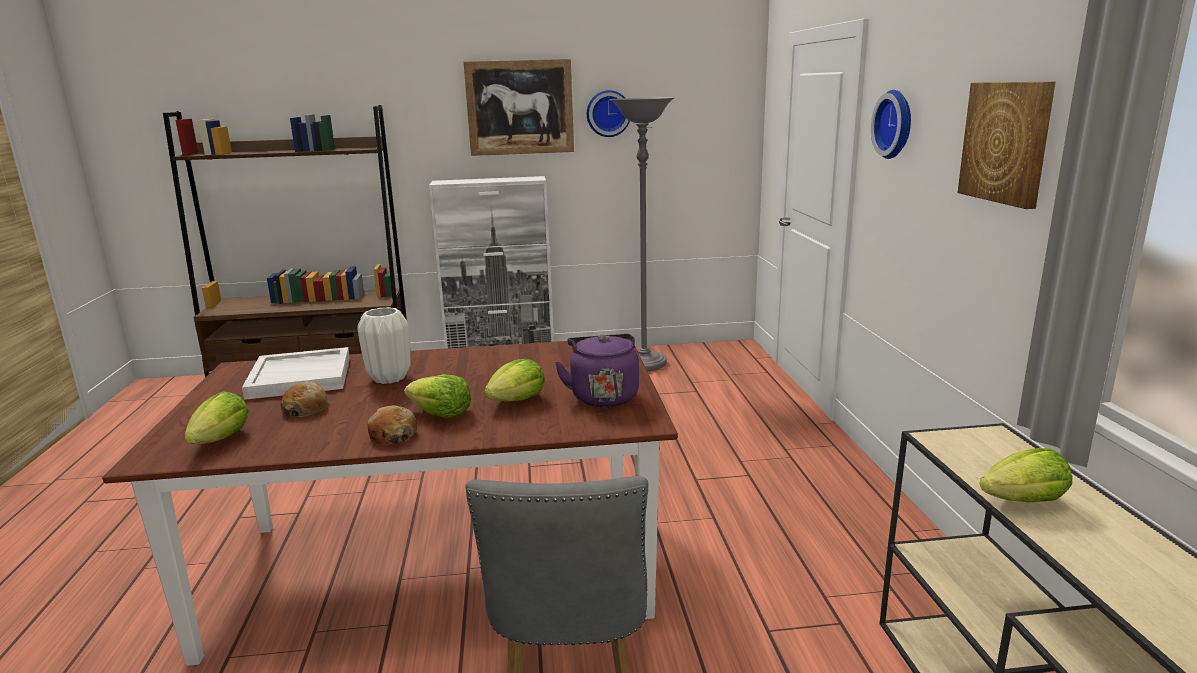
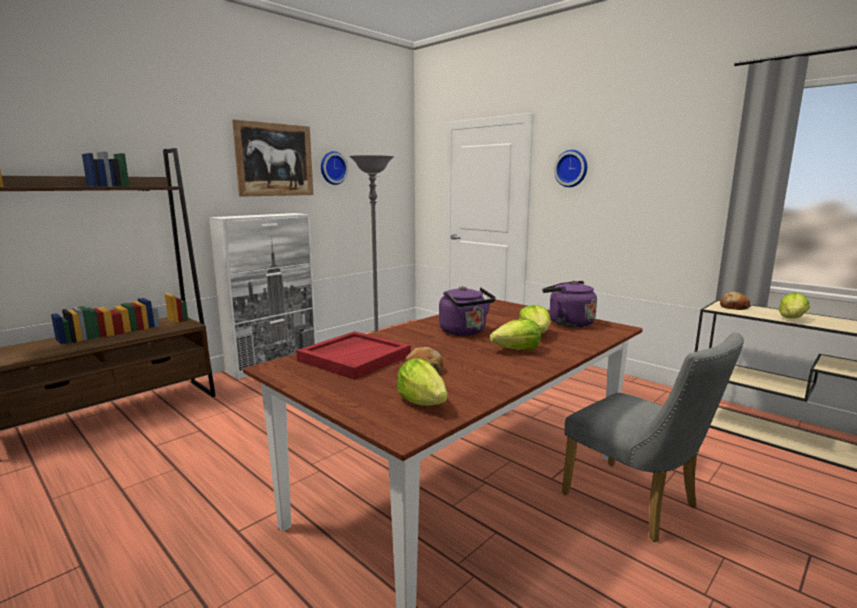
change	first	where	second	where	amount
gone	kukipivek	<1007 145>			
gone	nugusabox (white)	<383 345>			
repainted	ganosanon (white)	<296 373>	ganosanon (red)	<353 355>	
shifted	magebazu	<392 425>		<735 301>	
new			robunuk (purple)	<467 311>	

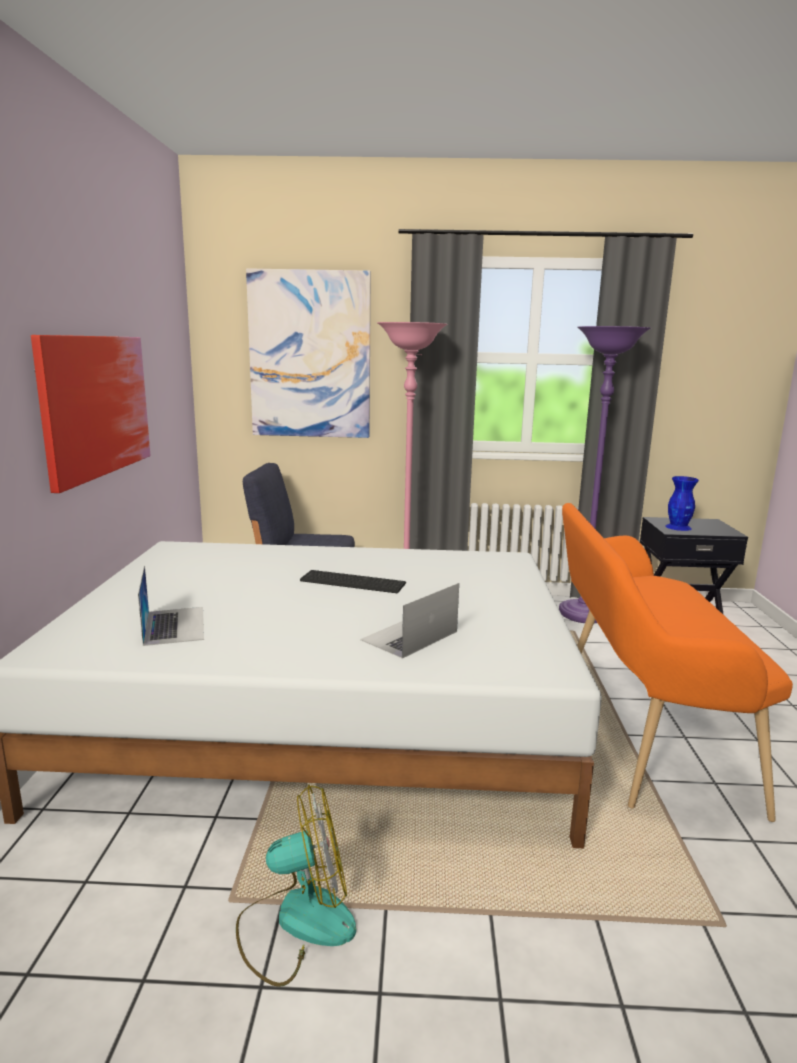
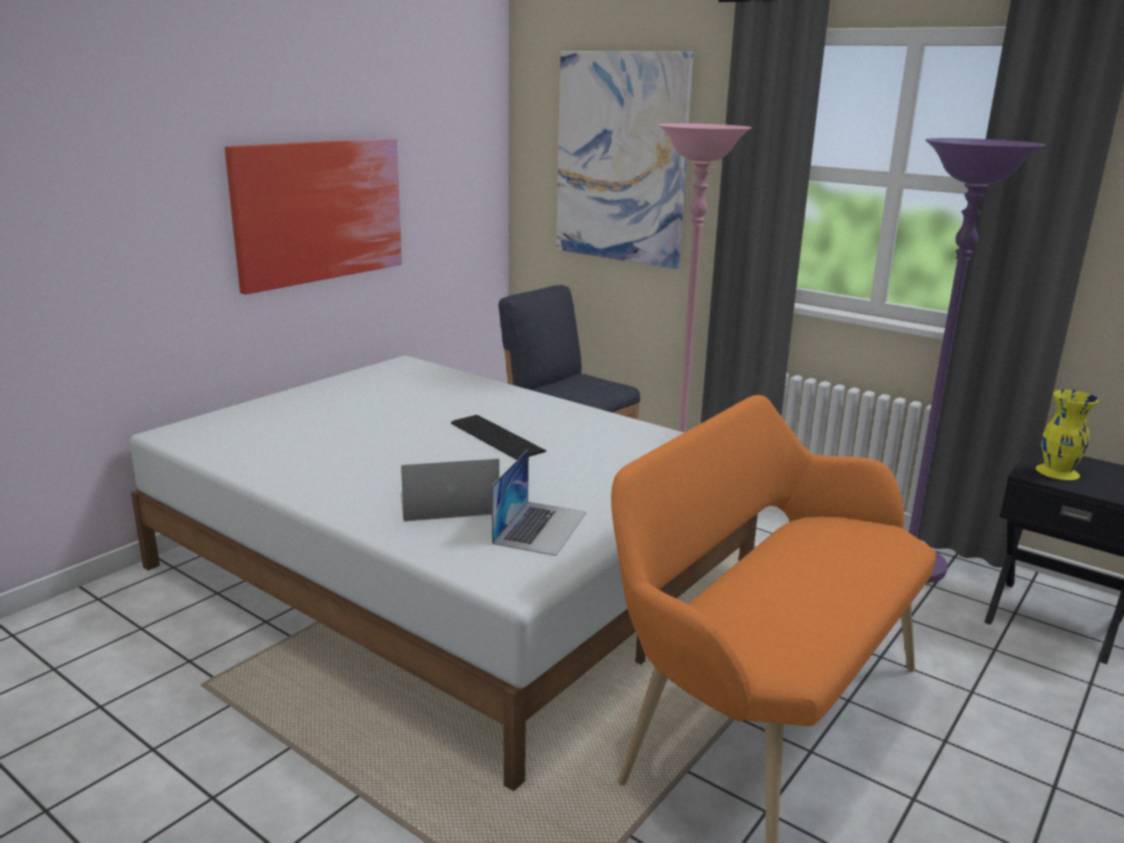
change	first	where	second	where	amount
repainted	nugusabox (blue)	<682 503>	nugusabox (yellow)	<1067 434>	
shifted	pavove	<171 606>		<539 502>	
gone	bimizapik	<296 886>			

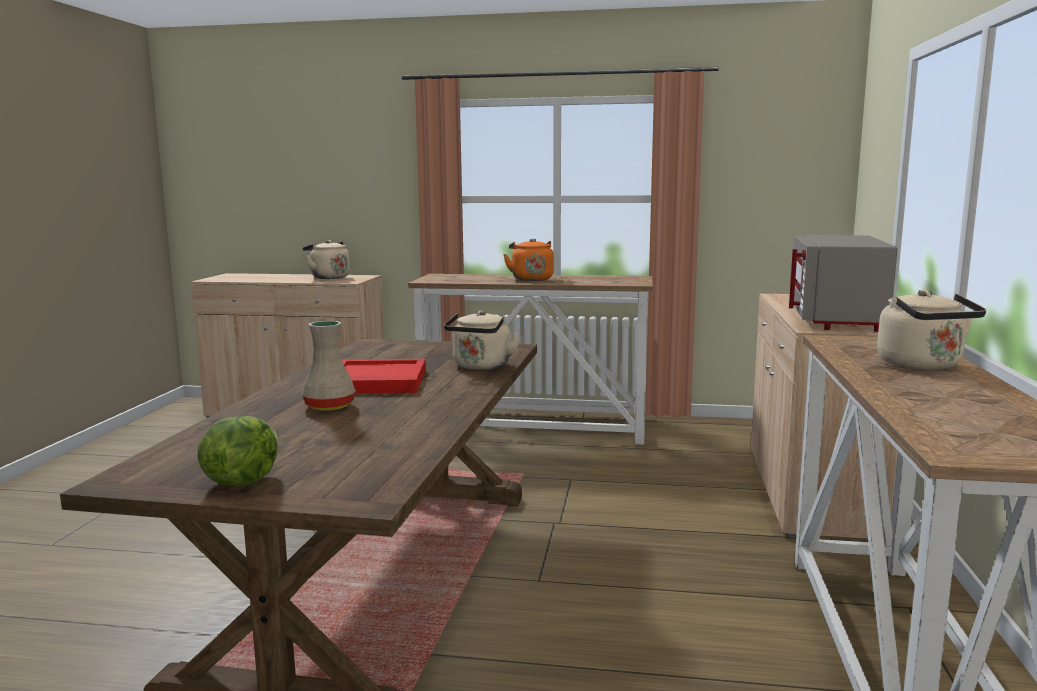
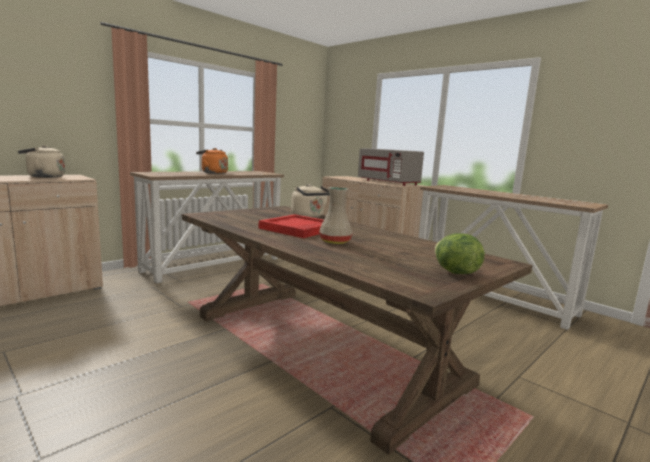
change	first	where	second	where	amount
gone	robunuk (beige)	<931 330>			

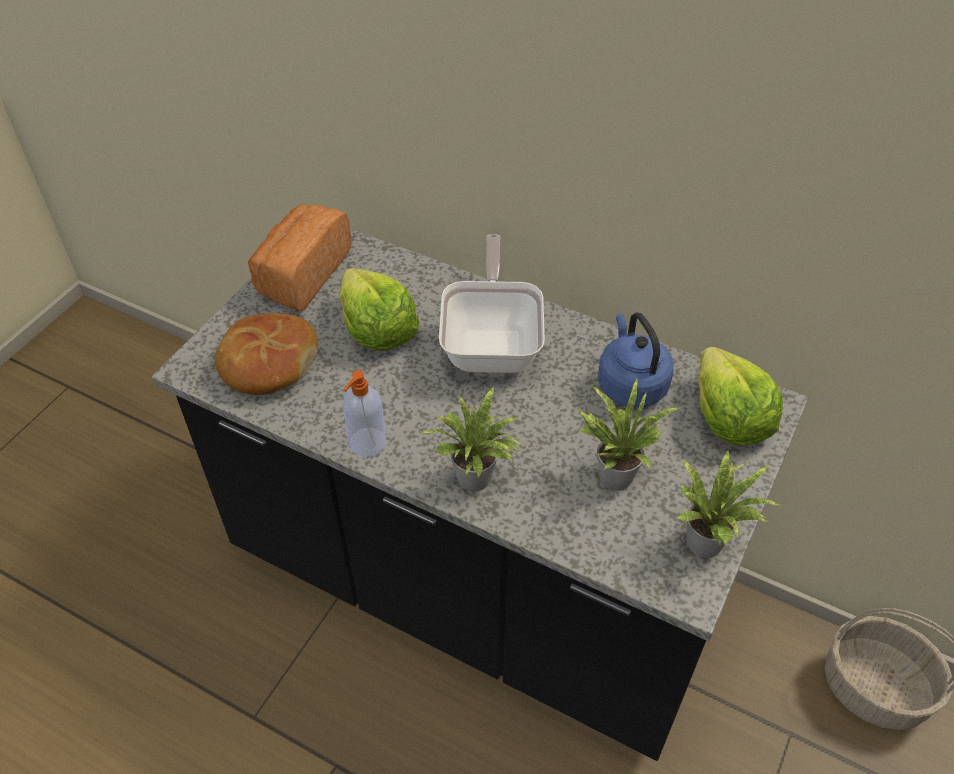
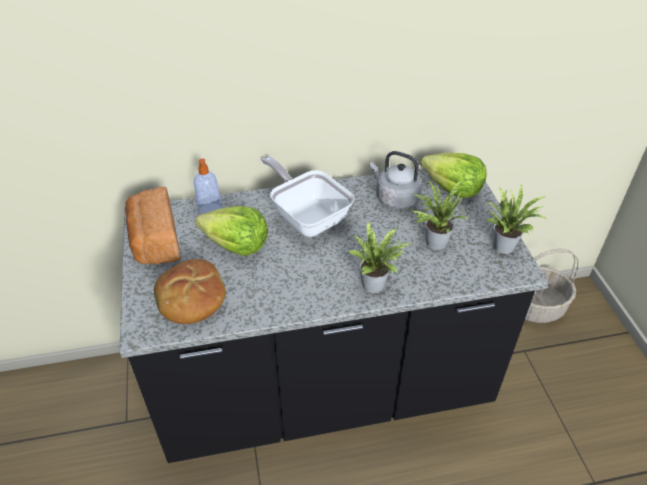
change	first	where	second	where	amount
repainted	robunuk (blue)	<636 360>	robunuk (grey)	<396 180>	
shifted	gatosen	<364 413>		<207 186>	

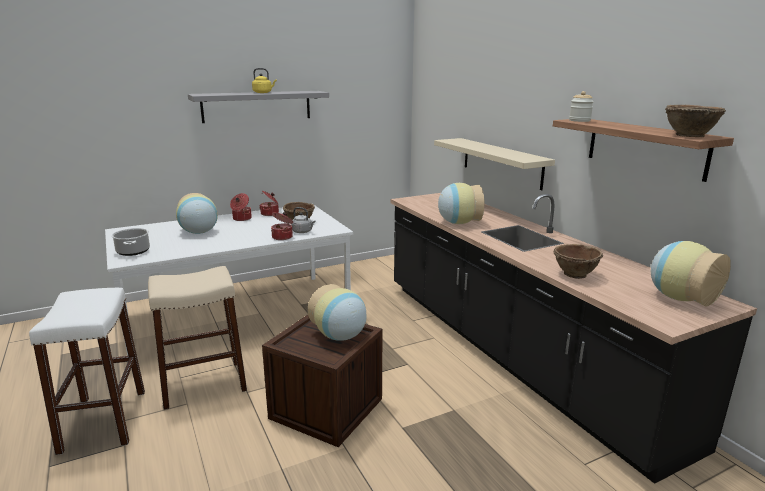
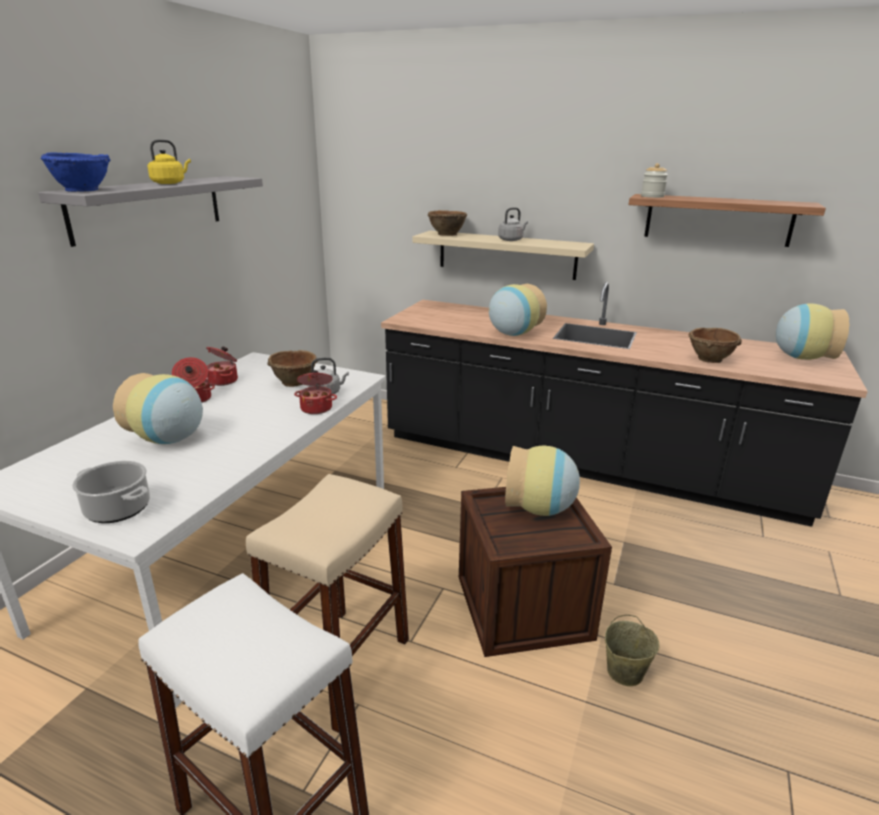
change	first	where	second	where	amount
shifted	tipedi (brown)	<695 121>		<447 223>	
new			tipedi (blue)	<75 172>	
new			robunuk (grey)	<513 224>	
new			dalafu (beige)	<632 650>	

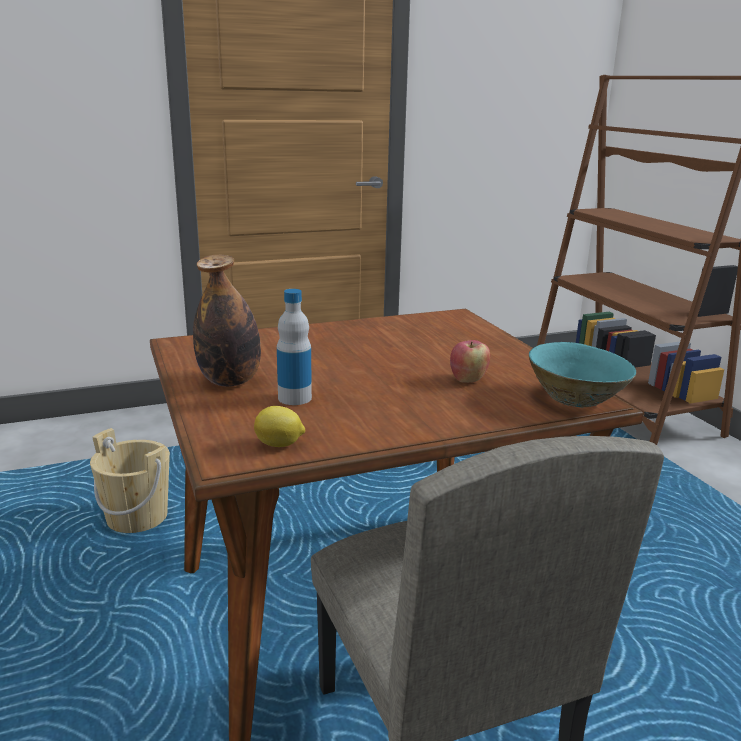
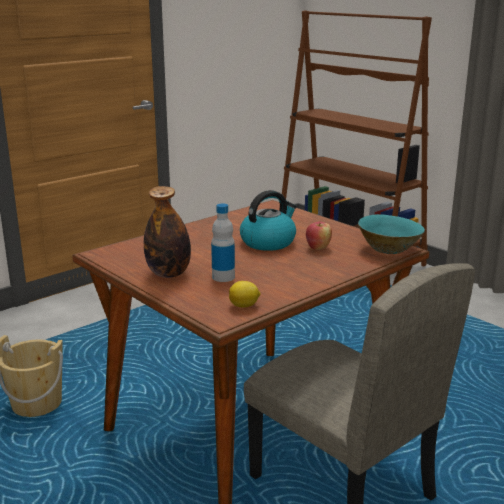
change	first	where	second	where	amount
new			robunuk	<268 220>	

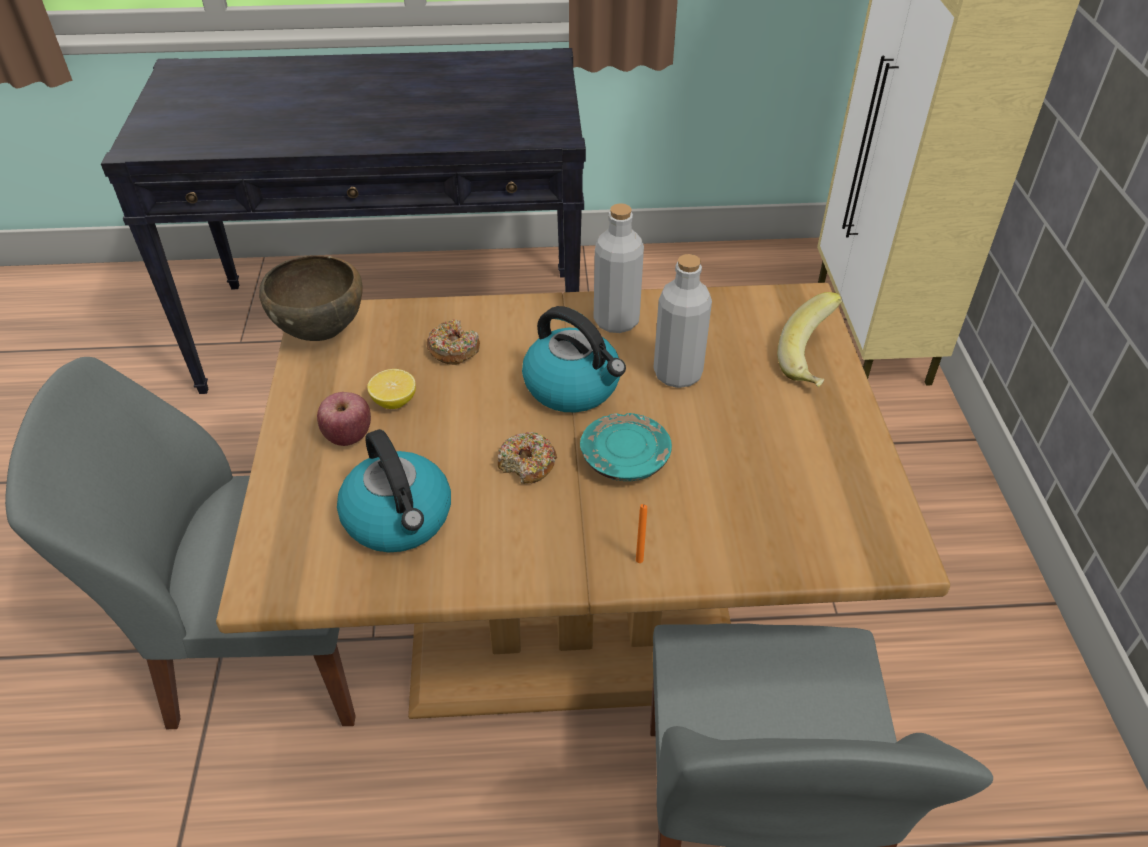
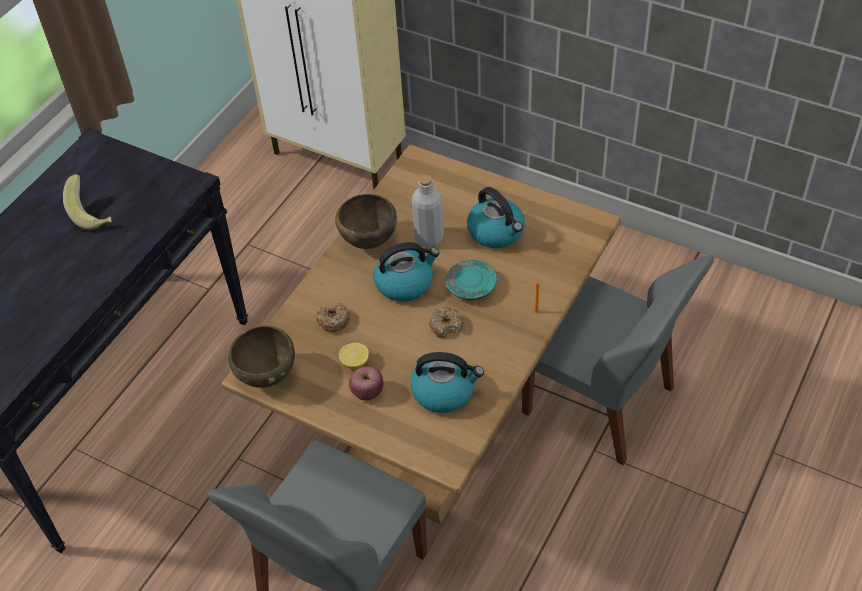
change	first	where	second	where	amount
swapped	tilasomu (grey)	<619 268>	tipedi (brown)	<366 221>	
shifted	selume	<810 339>		<87 202>	
new			robunuk	<496 217>	

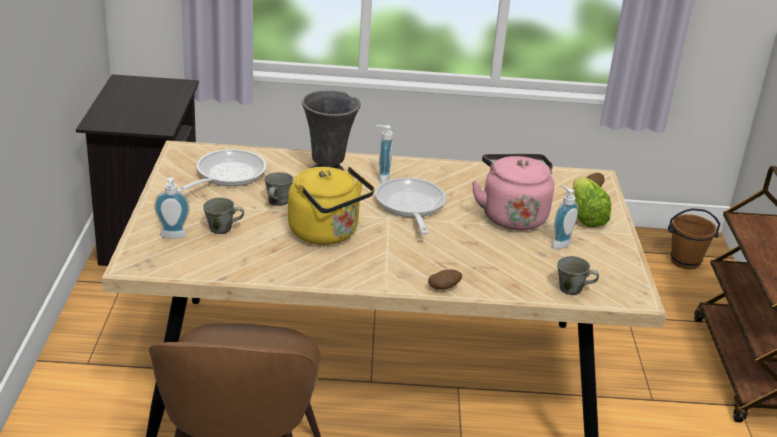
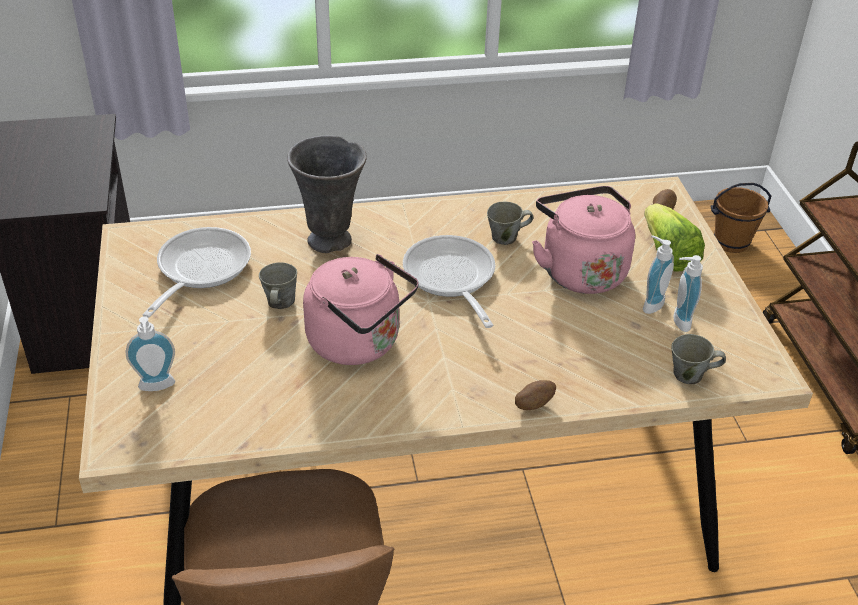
change	first	where	second	where	amount
shifted	gatosen	<384 154>		<688 293>	
repainted	robunuk (yellow)	<331 206>	robunuk (pink)	<361 309>	
shifted	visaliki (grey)	<223 215>		<510 223>	

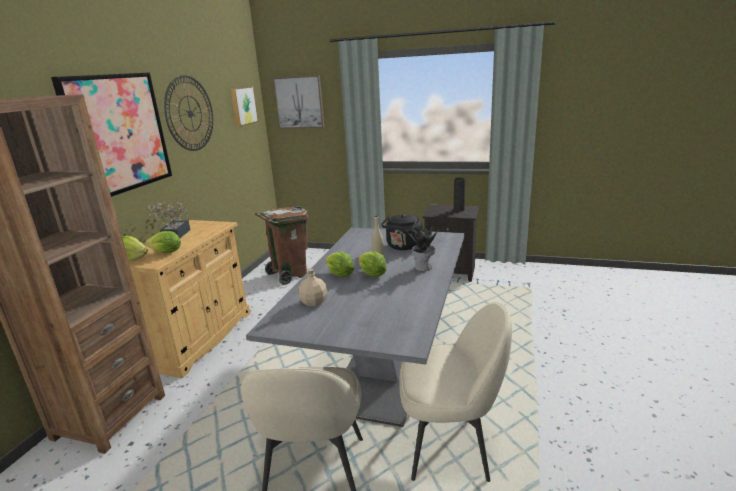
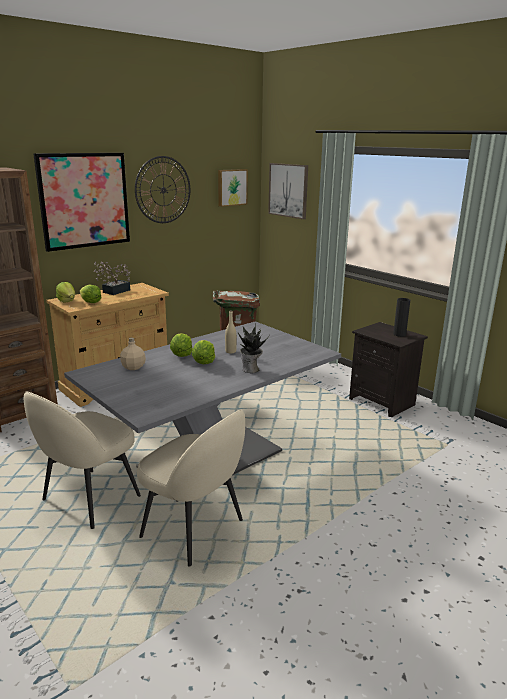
change	first	where	second	where	amount
gone	robunuk (black)	<404 231>			

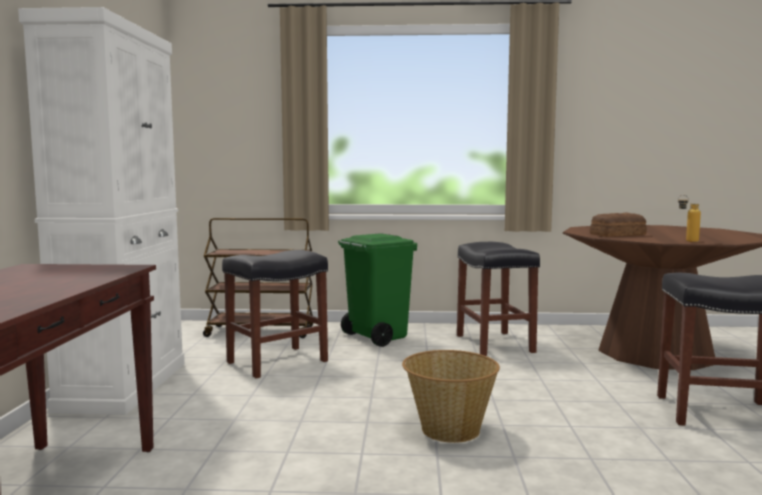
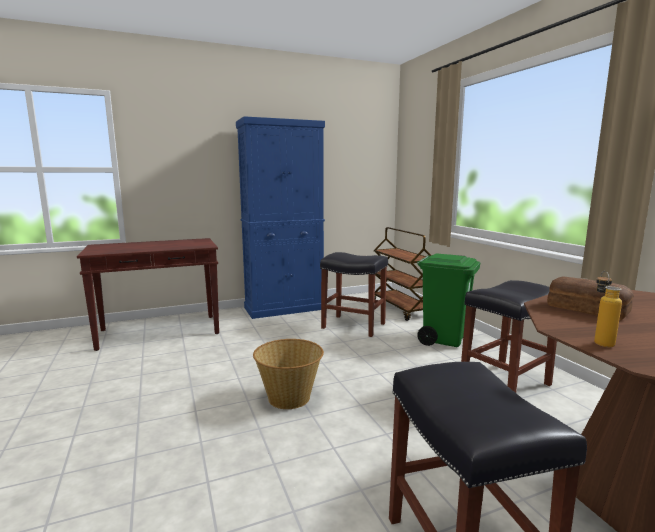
change	first	where	second	where	amount
repainted	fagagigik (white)	<101 211>	fagagigik (blue)	<280 217>	

